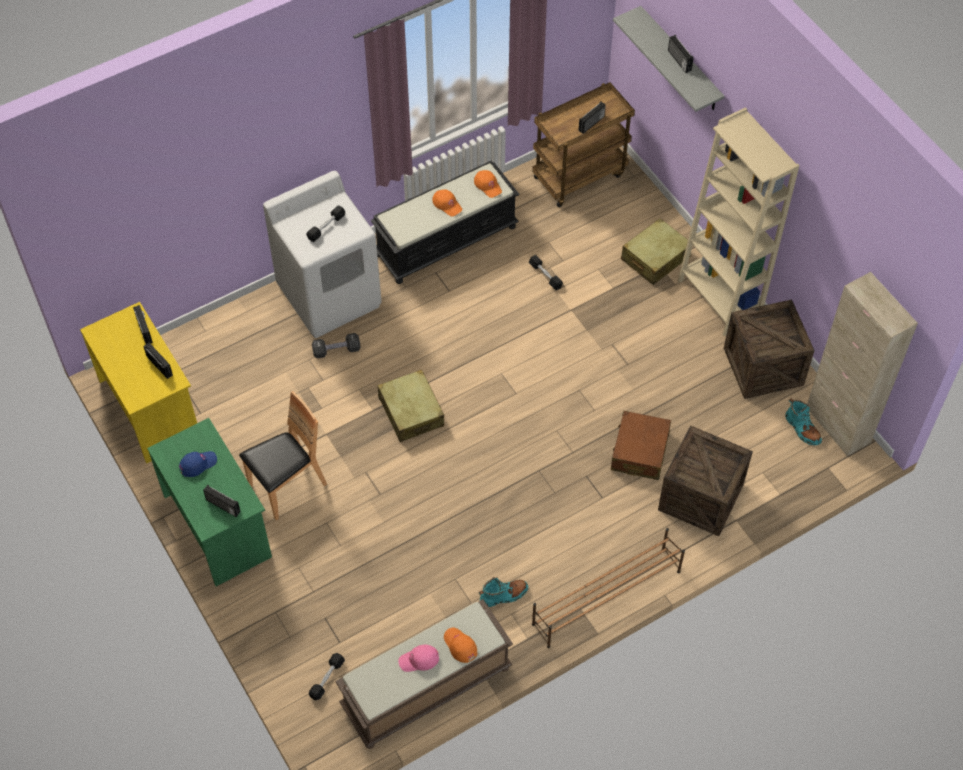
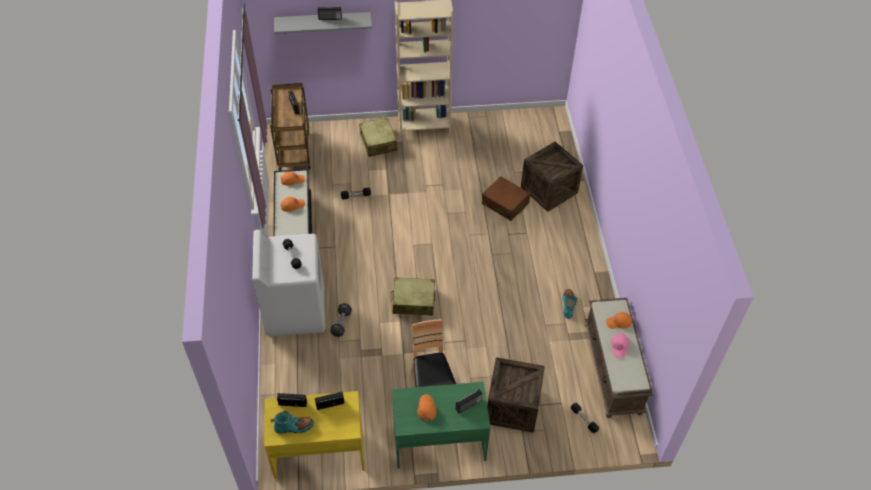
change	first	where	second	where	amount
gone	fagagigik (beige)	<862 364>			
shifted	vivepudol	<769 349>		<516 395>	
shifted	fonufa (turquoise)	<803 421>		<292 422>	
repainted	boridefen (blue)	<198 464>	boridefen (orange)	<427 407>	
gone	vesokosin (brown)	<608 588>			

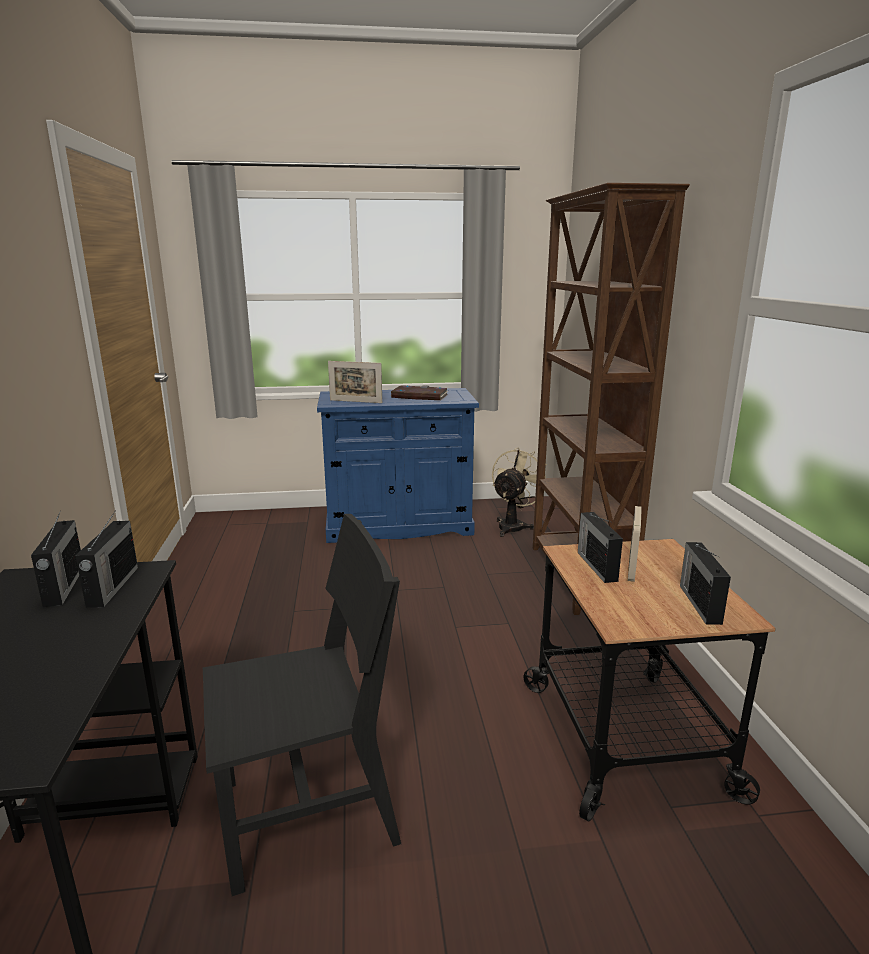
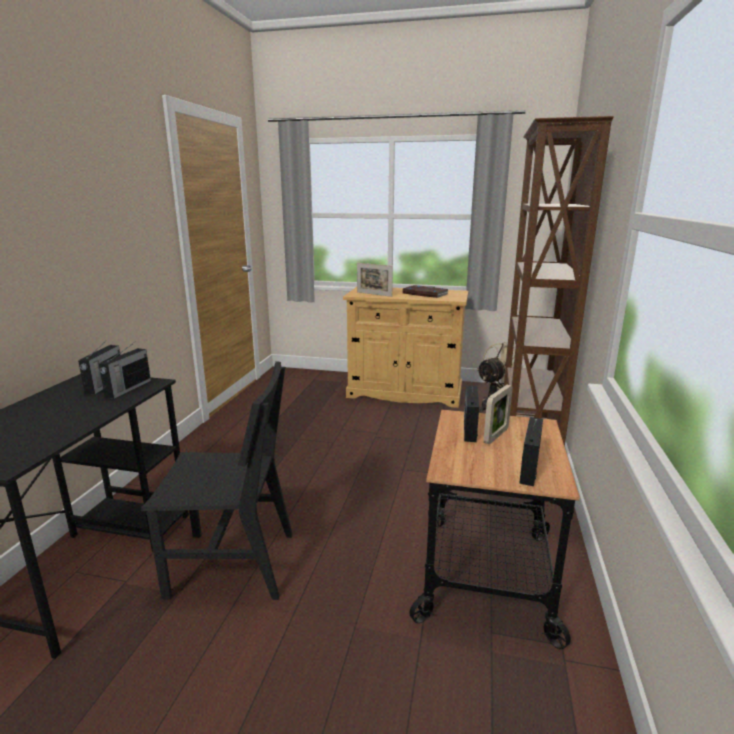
change	first	where	second	where	amount
repainted	fagagigik (blue)	<398 465>	fagagigik (beige)	<406 347>	

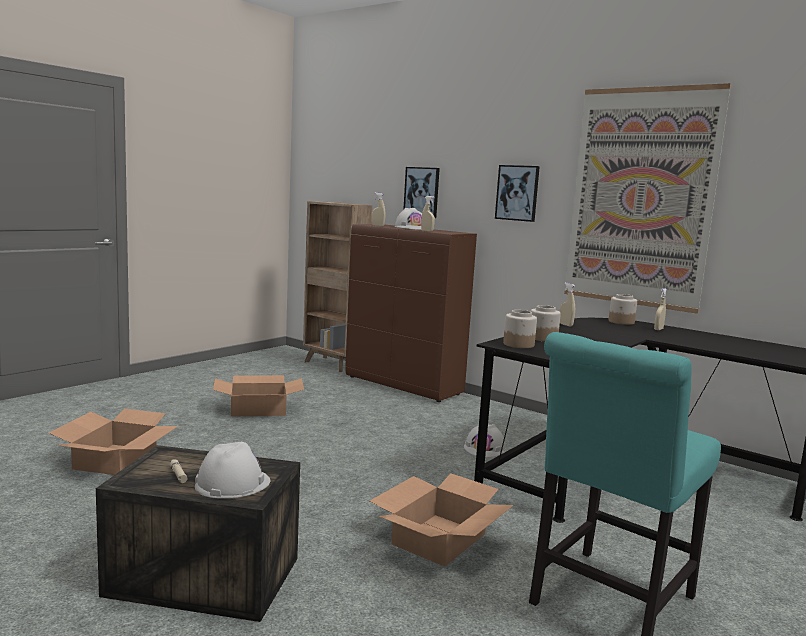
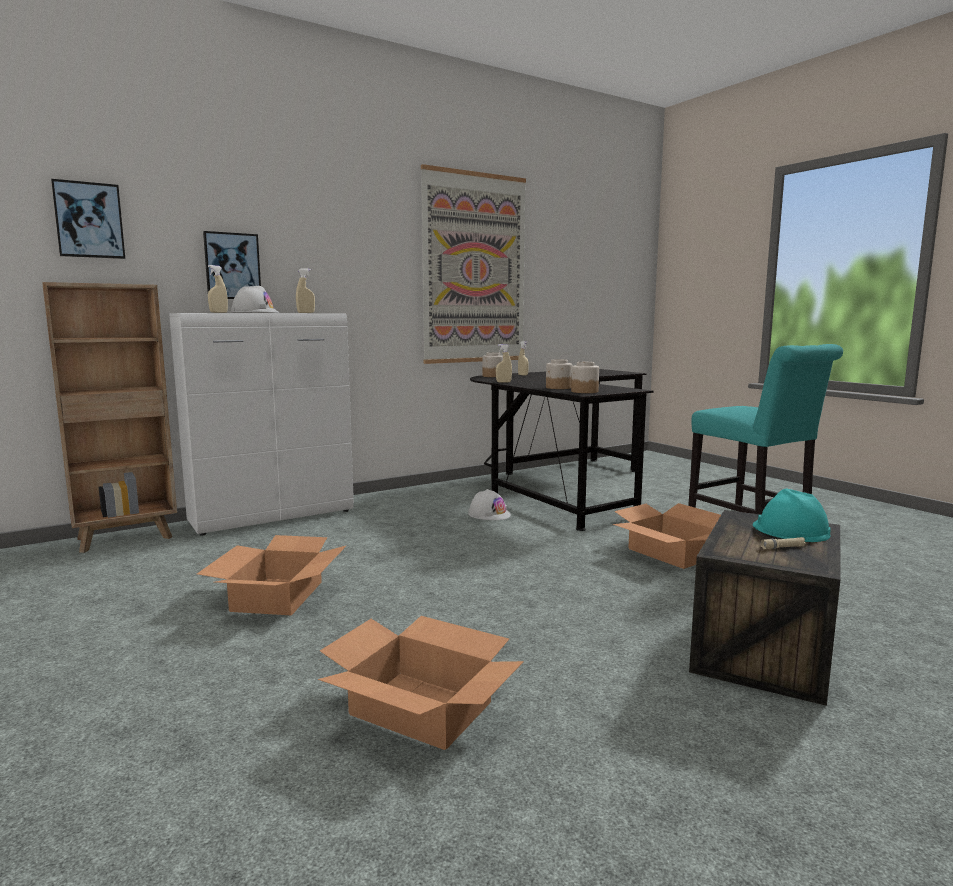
change	first	where	second	where	amount
shifted	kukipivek	<517 193>		<88 219>	
repainted	fagagigik (brown)	<411 313>	fagagigik (white)	<261 424>	
repainted	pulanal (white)	<232 470>	pulanal (turquoise)	<792 515>	

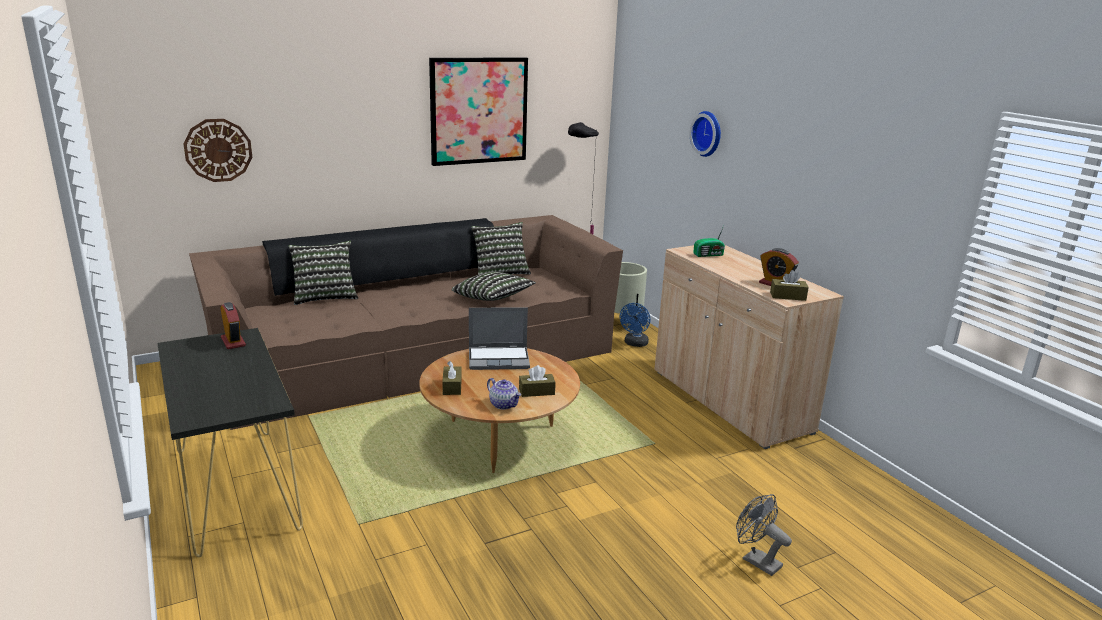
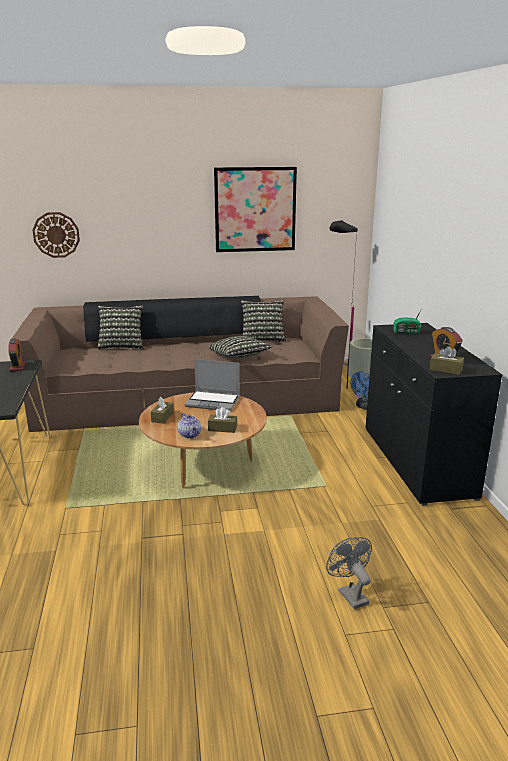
change	first	where	second	where	amount
gone	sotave	<705 134>			
repainted	fagagigik (beige)	<749 347>	fagagigik (black)	<433 414>	

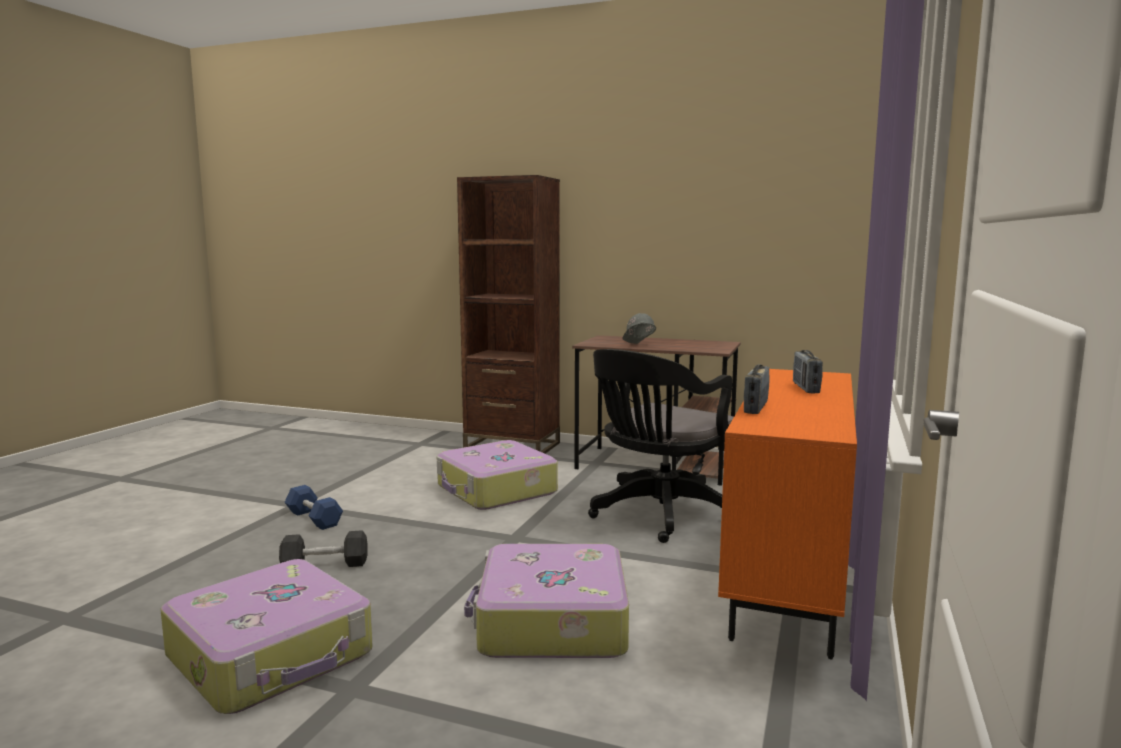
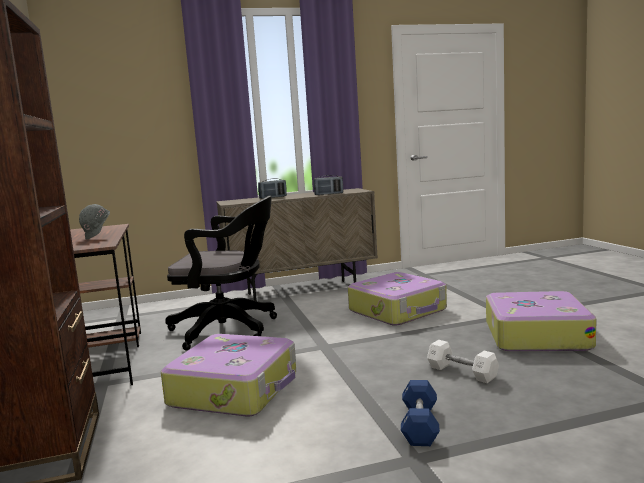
change	first	where	second	where	amount
repainted	fagagigik (orange)	<787 514>	fagagigik (beige)	<297 244>	
repainted	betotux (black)	<323 548>	betotux (white)	<463 361>	

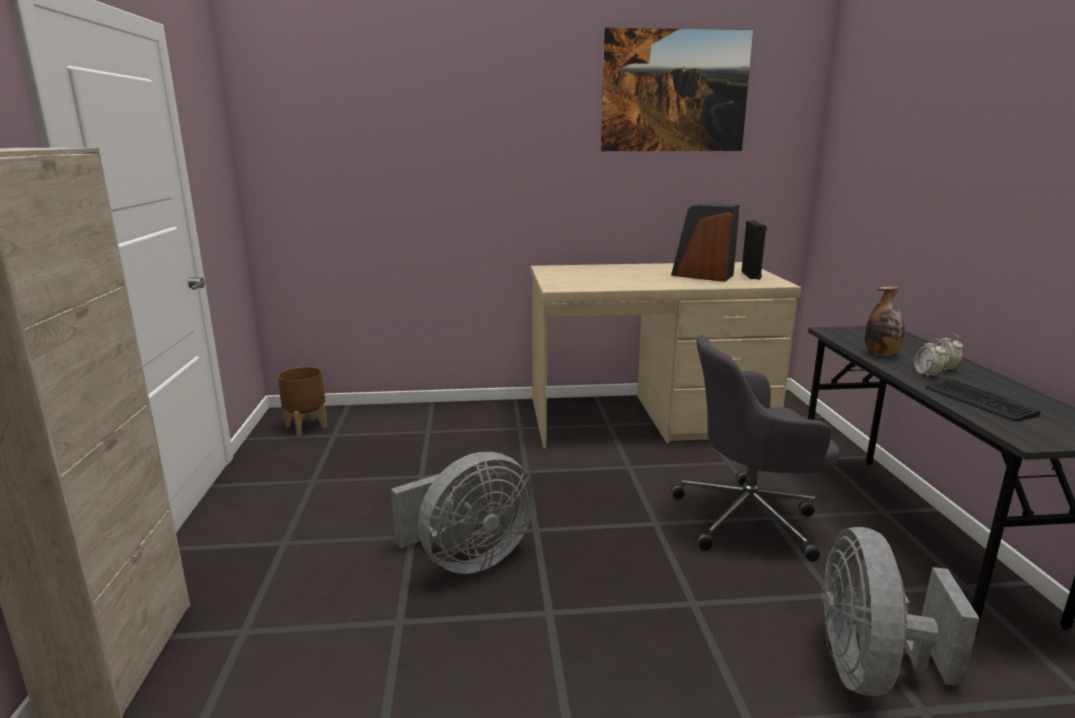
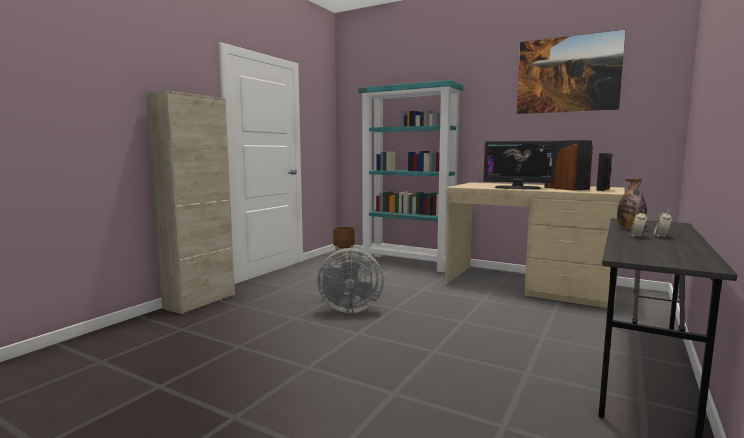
change	first	where	second	where	amount
gone	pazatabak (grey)	<755 448>			
gone	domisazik	<983 399>			
gone	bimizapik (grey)	<901 611>			
new			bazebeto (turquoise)	<411 176>	
new			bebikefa	<520 165>	

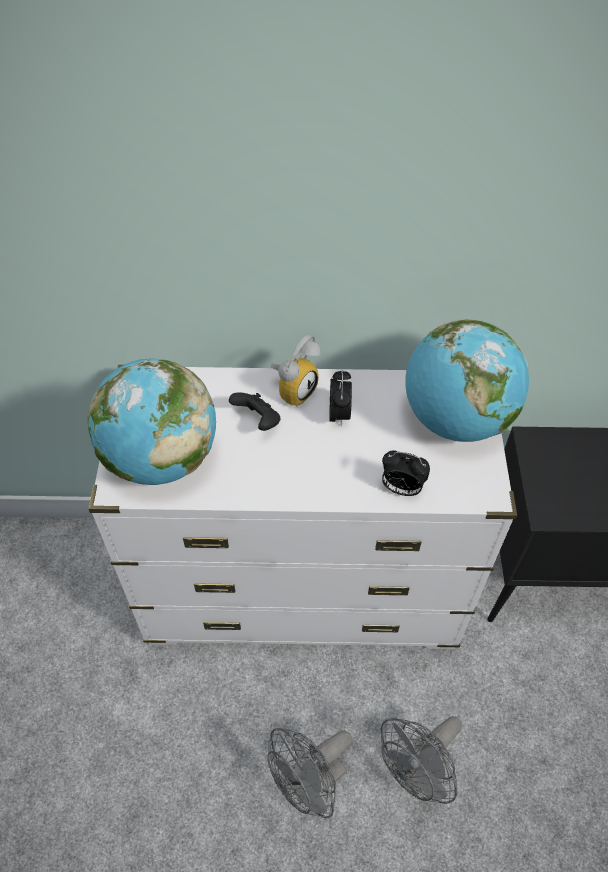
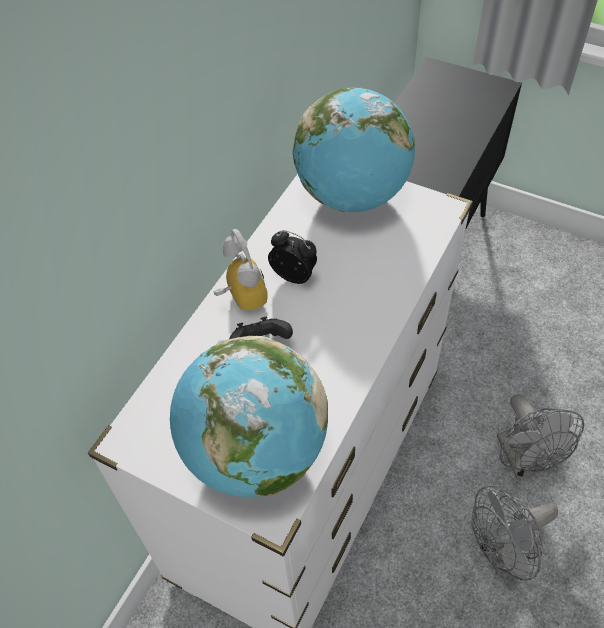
change	first	where	second	where	amount
gone	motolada	<406 473>			
rotated	bimizapik (grey)	<310 773>		<515 533>	75 degrees clockwise

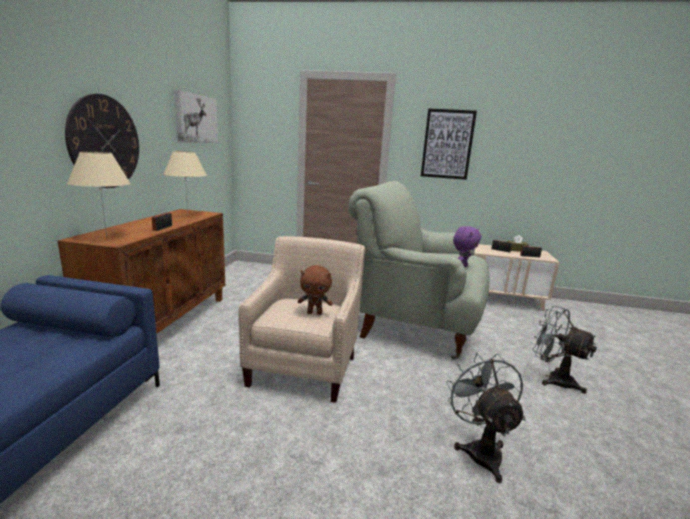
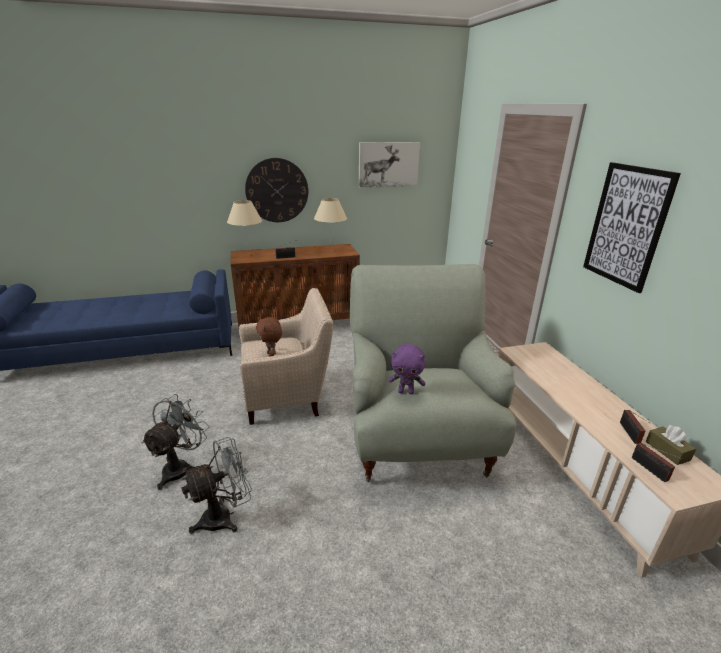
change	first	where	second	where	amount
shifted	bimizapik (grey)	<564 350>		<175 442>	

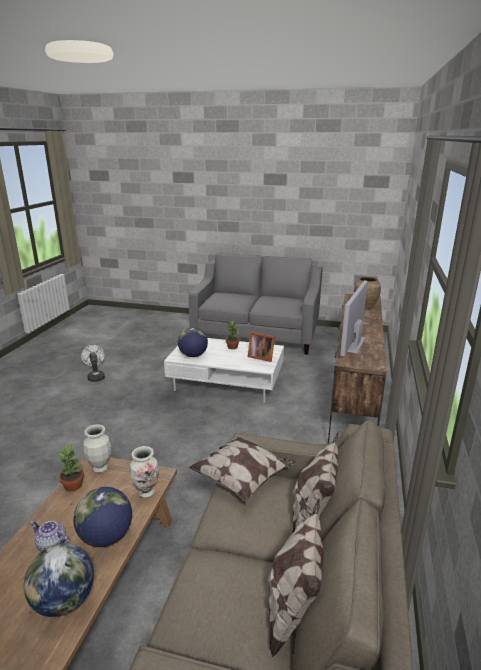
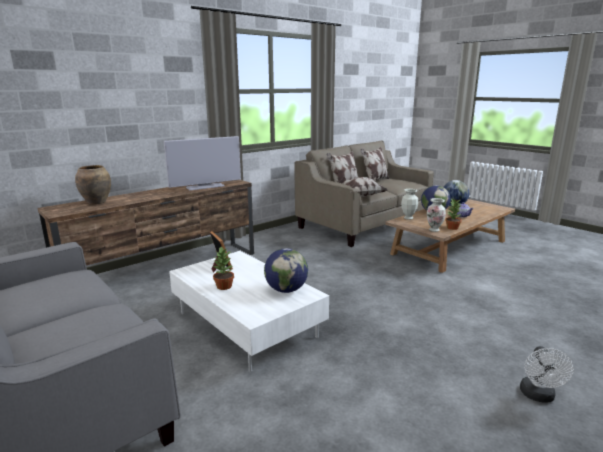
change	first	where	second	where	amount
shifted	bimizapik (white)	<93 363>		<547 374>	

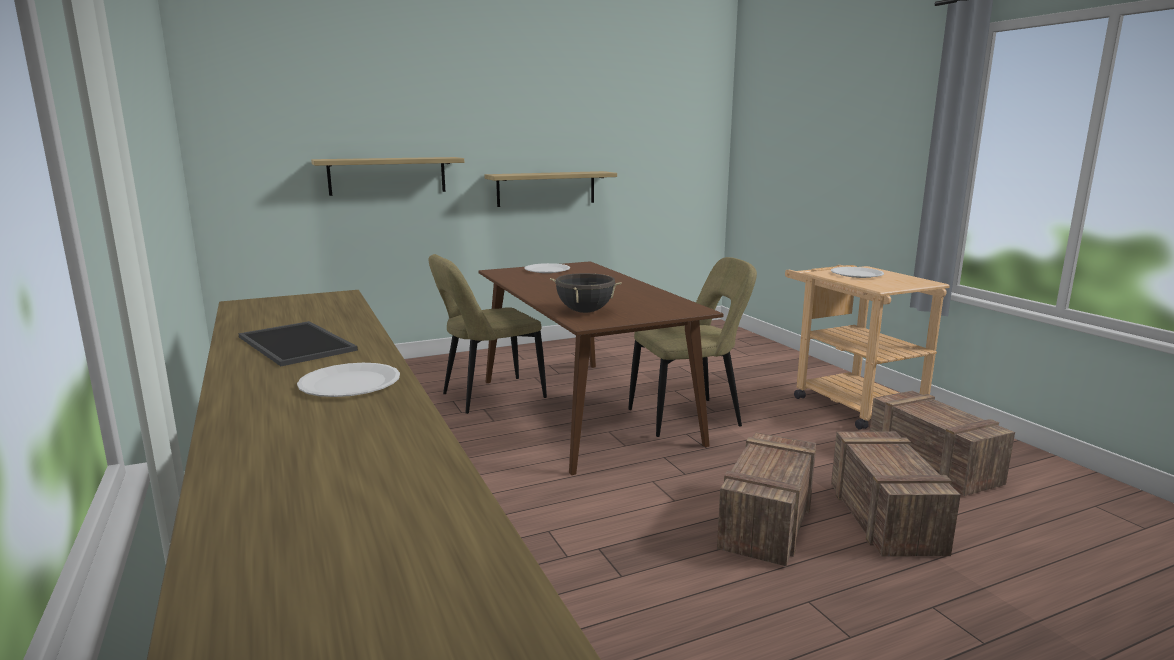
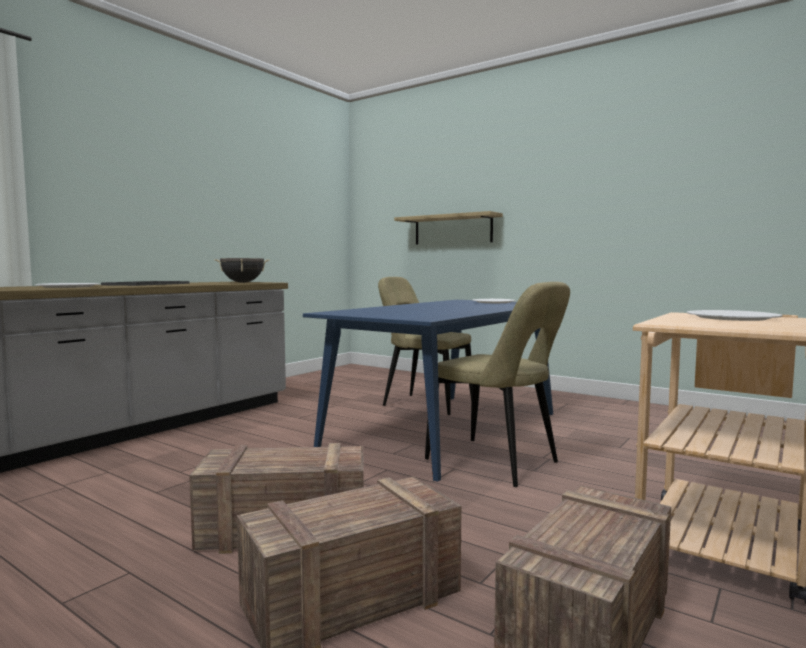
change	first	where	second	where	amount
gone	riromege	<550 189>			
repainted	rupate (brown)	<601 368>	rupate (blue)	<428 391>	
shifted	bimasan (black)	<586 293>		<241 270>	

